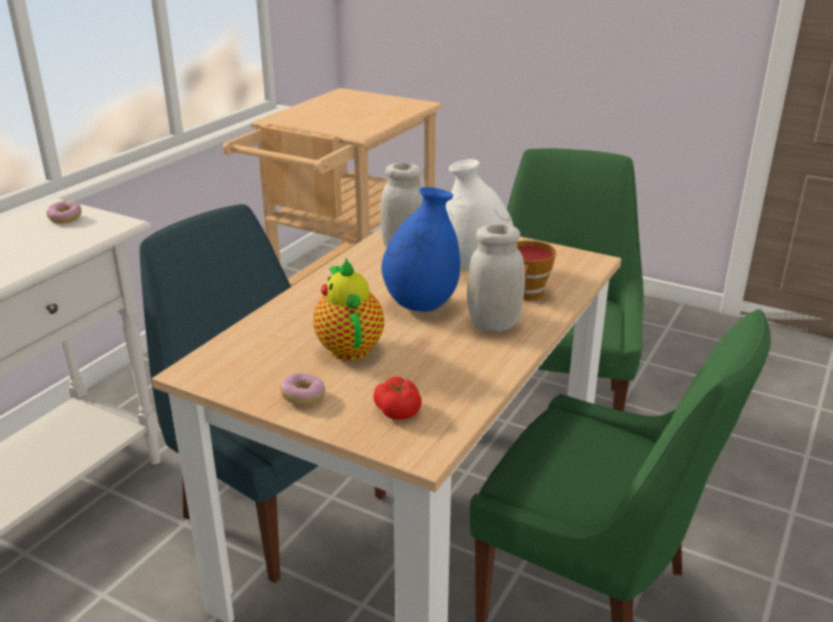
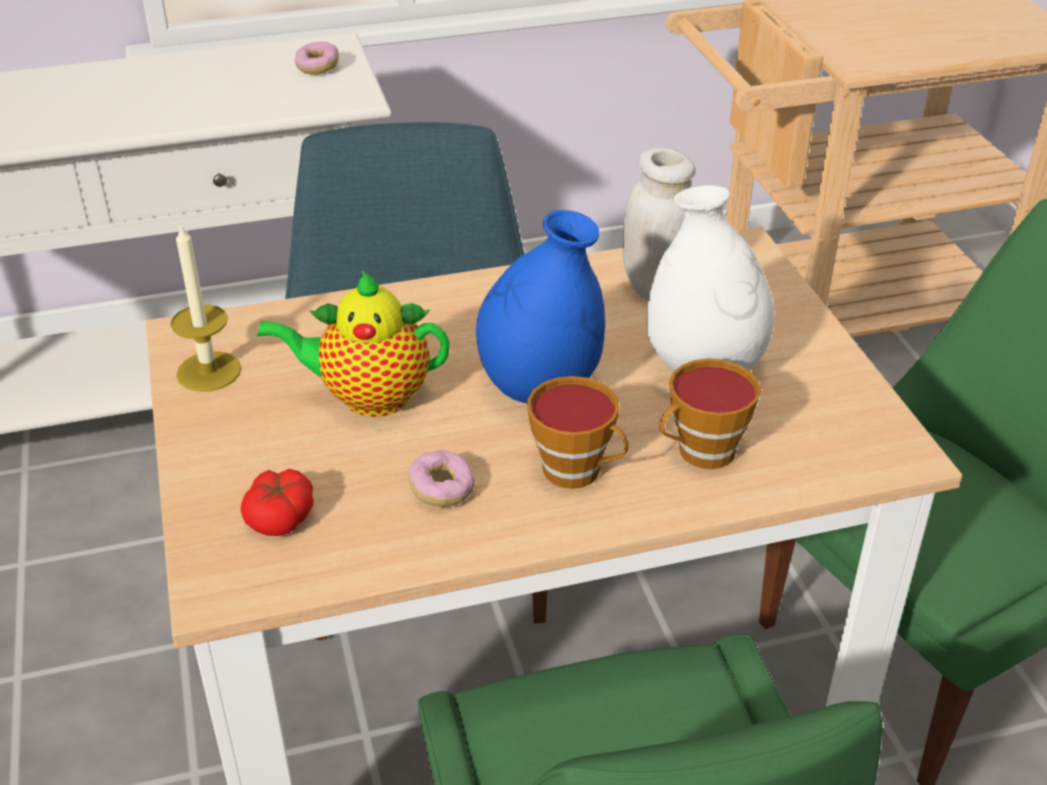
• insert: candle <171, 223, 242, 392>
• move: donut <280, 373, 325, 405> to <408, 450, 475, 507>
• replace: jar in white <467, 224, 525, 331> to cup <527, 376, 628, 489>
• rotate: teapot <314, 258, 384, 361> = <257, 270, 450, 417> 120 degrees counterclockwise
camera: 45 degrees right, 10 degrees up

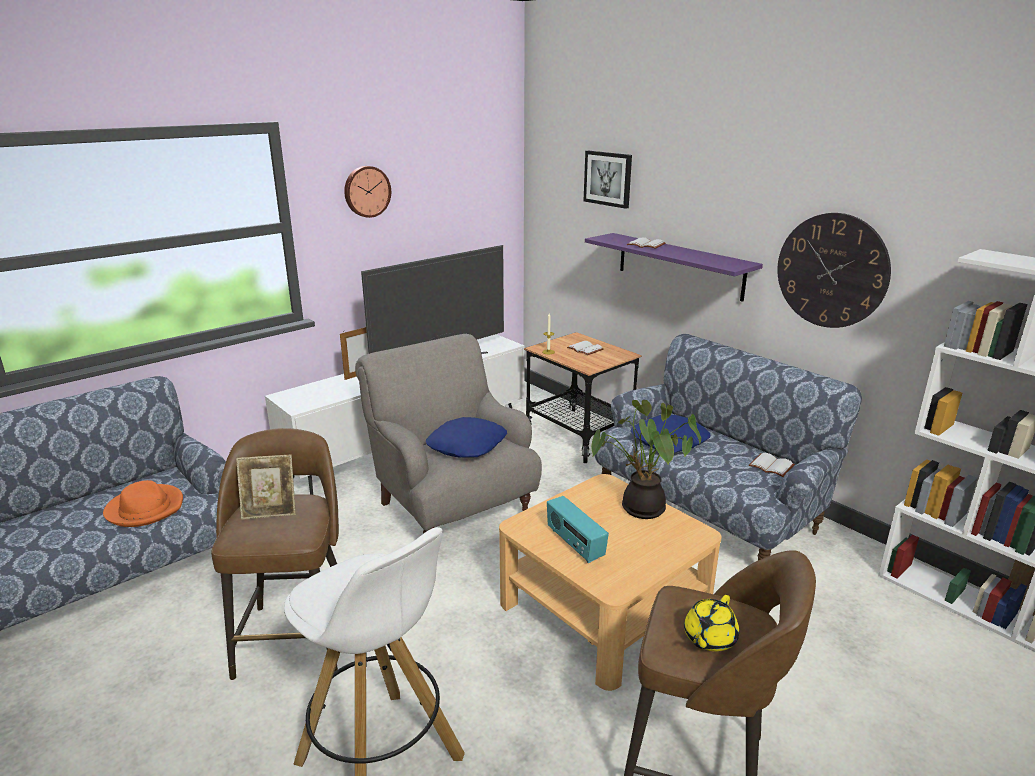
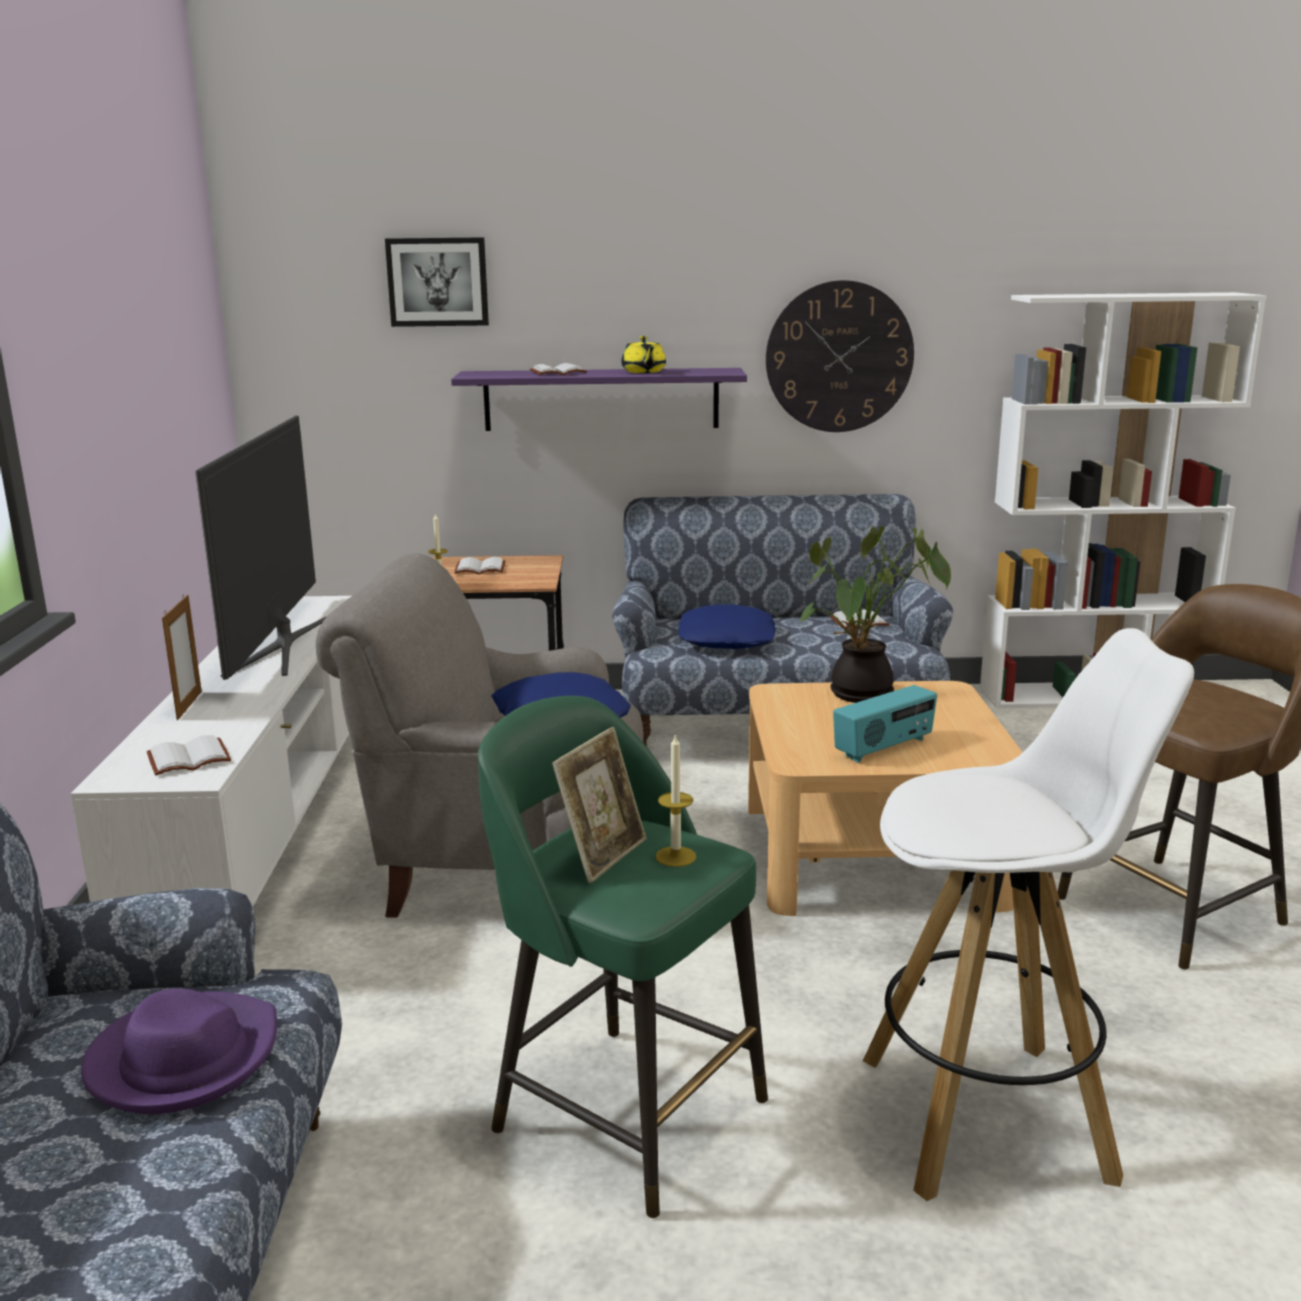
• delete: wall clock <344, 166, 391, 218>
• insert: book in white <147, 735, 231, 775>
• insert: candle <655, 734, 696, 867>
• move: teapot in yellow <684, 595, 739, 651> to <621, 336, 666, 373>
• recolor: hat in orange <103, 480, 183, 527> to hat in purple <81, 988, 277, 1114>
• recolor: stool in brown <211, 428, 339, 680> to stool in green <478, 696, 768, 1218>
• rotate: radio <547, 496, 609, 564> = <833, 685, 937, 763> 45 degrees counterclockwise
camera: 50 degrees left, 5 degrees down

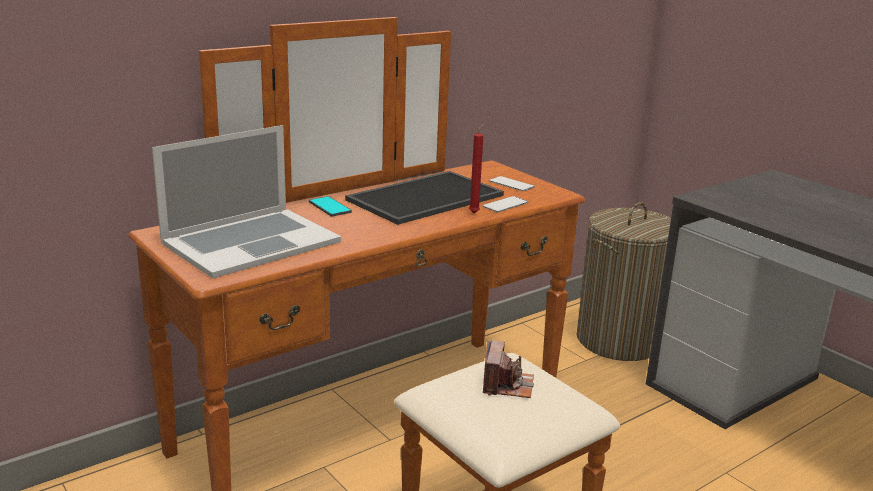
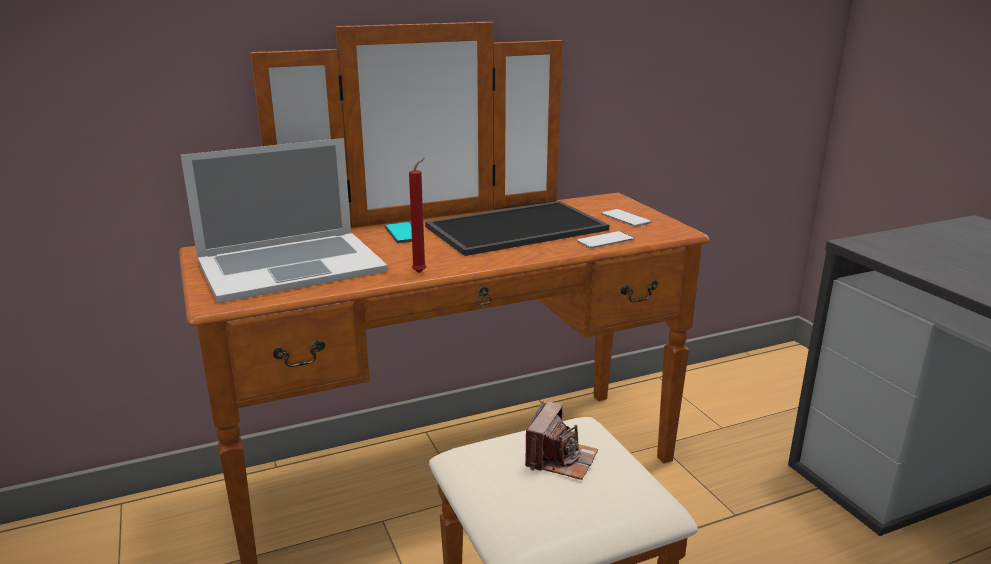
• delete: laundry basket <577, 202, 671, 361>
• move: candle in red <469, 124, 484, 213> to <409, 158, 426, 273>
camera: 15 degrees right, 0 degrees up

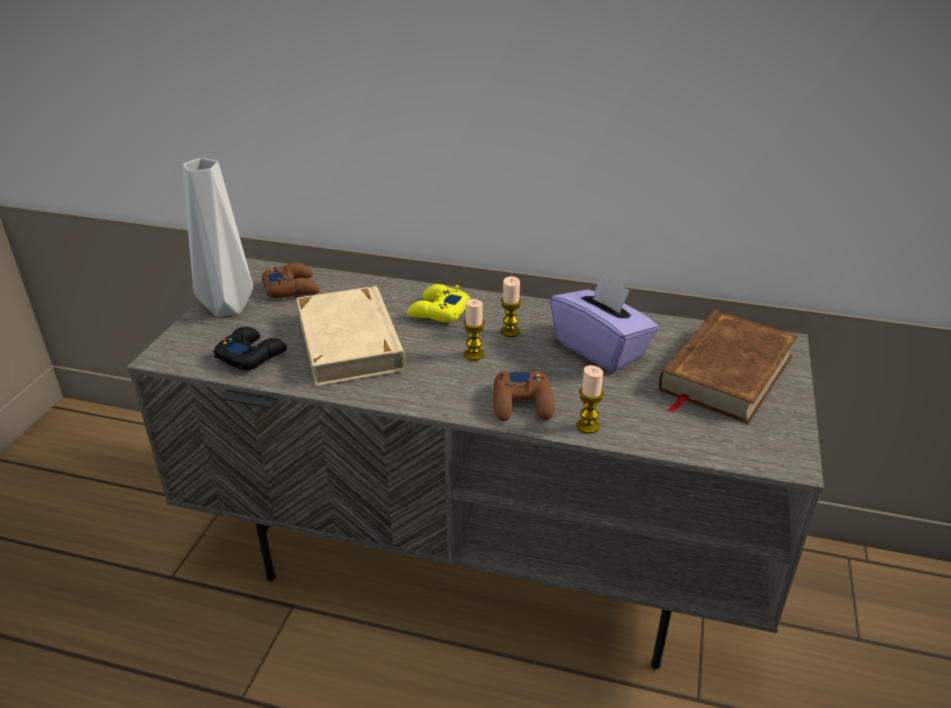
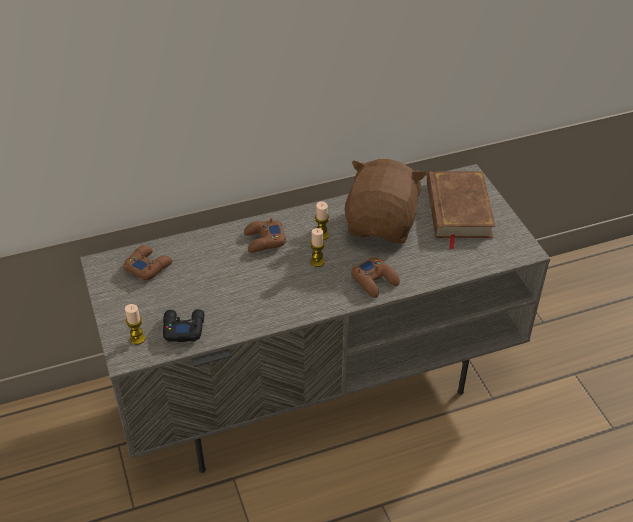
• delete: vase in grey <183, 158, 253, 317>
• delete: book in beige <297, 286, 406, 386>
• move: candle <577, 365, 604, 434> to <125, 304, 145, 345>
• replace: tissue box in purple <550, 274, 659, 372> to plush toy in brown <345, 159, 427, 243>
• recolor: game controller in yellow <407, 284, 470, 322> to game controller in brown <244, 218, 286, 253>
camera: 35 degrees left, 10 degrees up

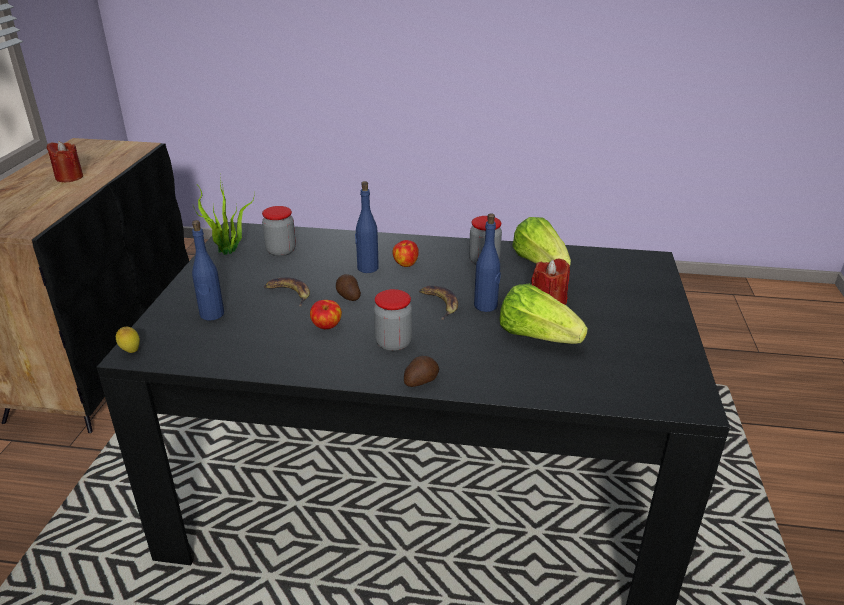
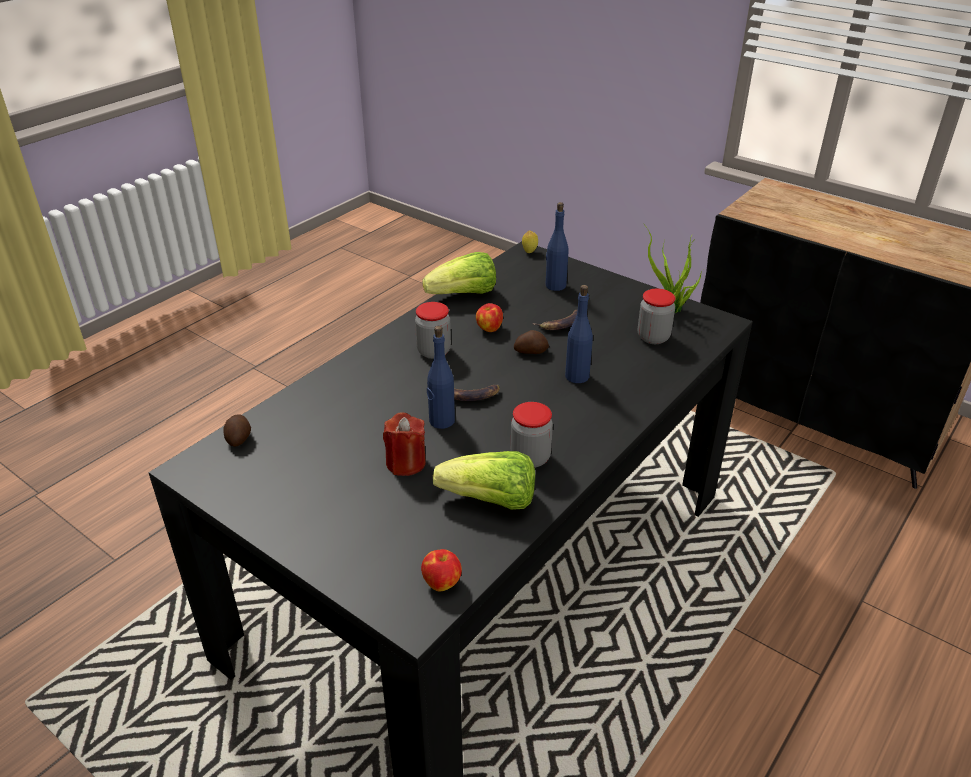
• delete: candle in red <47, 141, 83, 182>
• move: apple <393, 240, 419, 267> to <421, 549, 462, 591>
• move: potato <404, 356, 439, 387> to <223, 414, 251, 447>
• move: lettuce <499, 284, 588, 344> to <422, 252, 496, 294>
camera: 120 degrees right, 5 degrees up

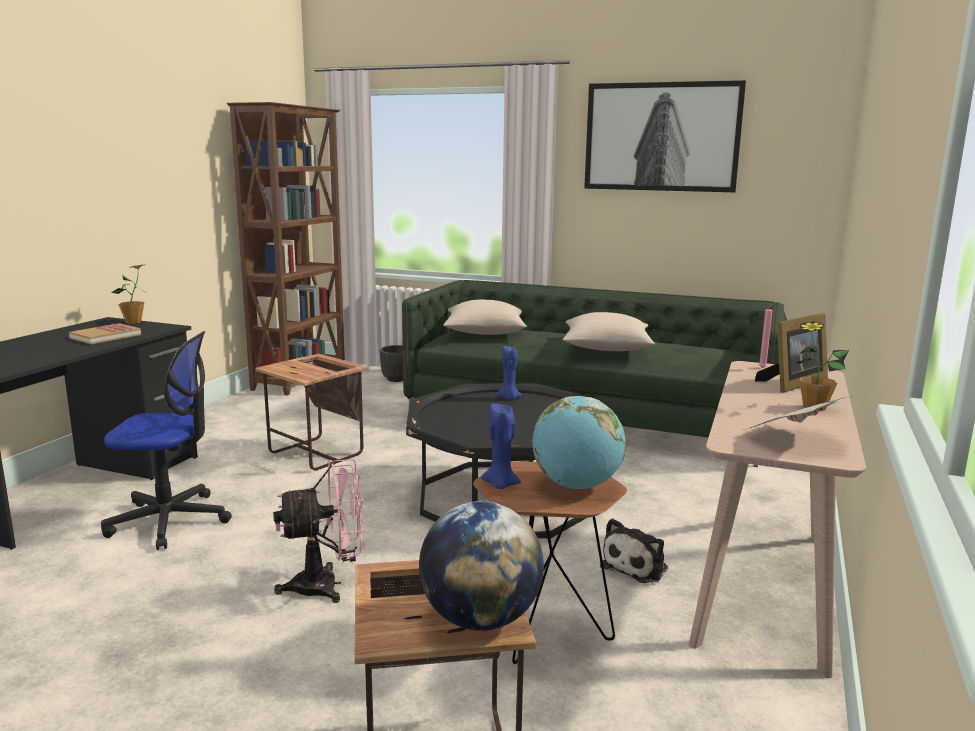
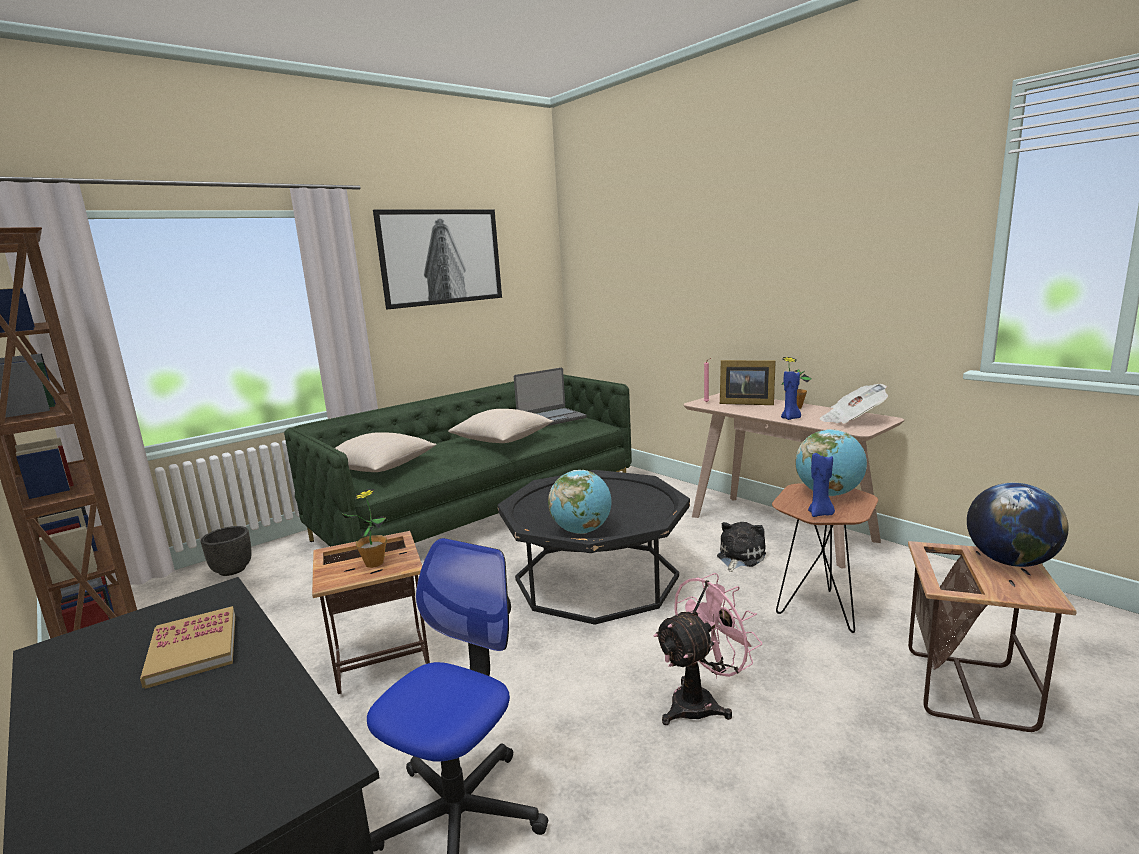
• insert: laptop <514, 368, 587, 427>
• insert: globe <548, 470, 611, 534>
• move: potted plant <111, 265, 144, 324> to <341, 489, 387, 568>
• move: candle in blue <496, 346, 522, 400> to <781, 371, 801, 420>
• rotate: fan in pink <273, 459, 365, 603> = <653, 573, 762, 725> 45 degrees clockwise
• rotate: plush toy <600, 518, 668, 583> = <717, 522, 766, 572> 120 degrees counterclockwise
• rotate: picture frame <755, 313, 828, 393> = <720, 360, 776, 405> 120 degrees clockwise
camera: 60 degrees left, 0 degrees up

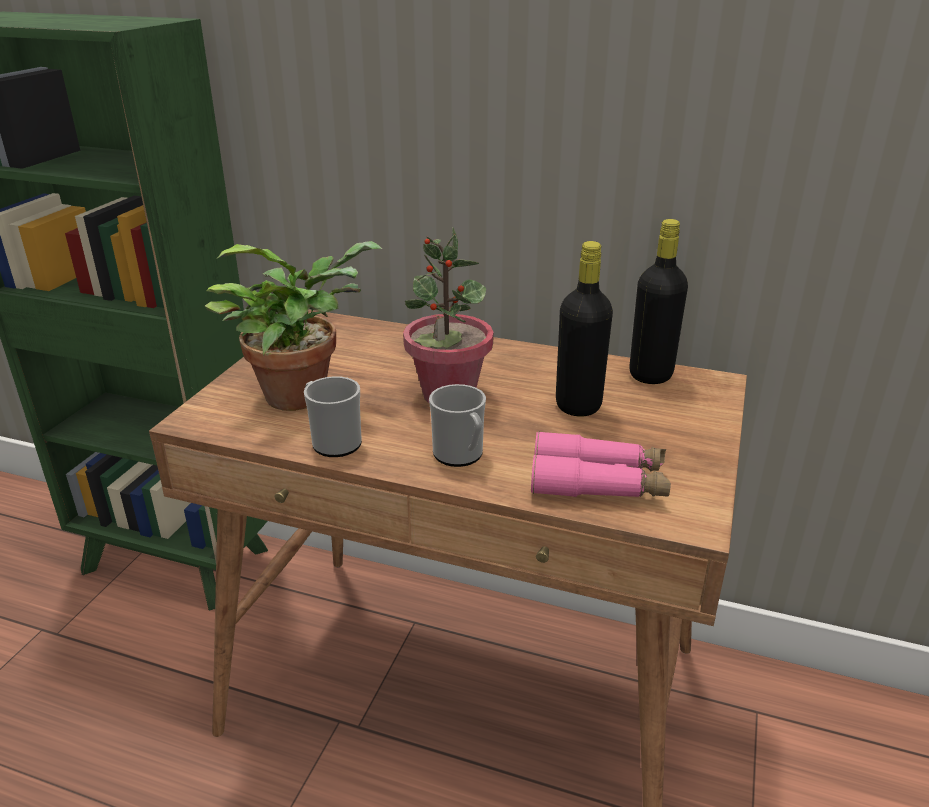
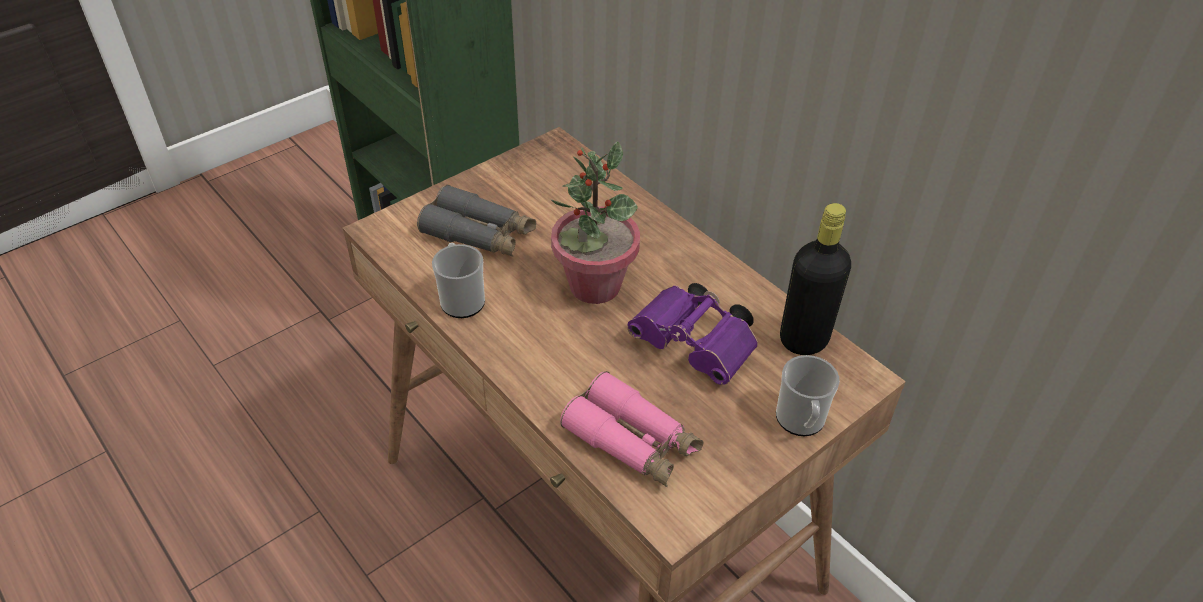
• move: mug <429, 384, 486, 467> to <776, 355, 840, 436>
• replace: potted plant <205, 241, 382, 411> to binoculars in grey <417, 185, 536, 257>
• replace: bottle in black <556, 241, 613, 416> to binoculars in purple <628, 283, 758, 385>
camera: 30 degrees right, 15 degrees up

